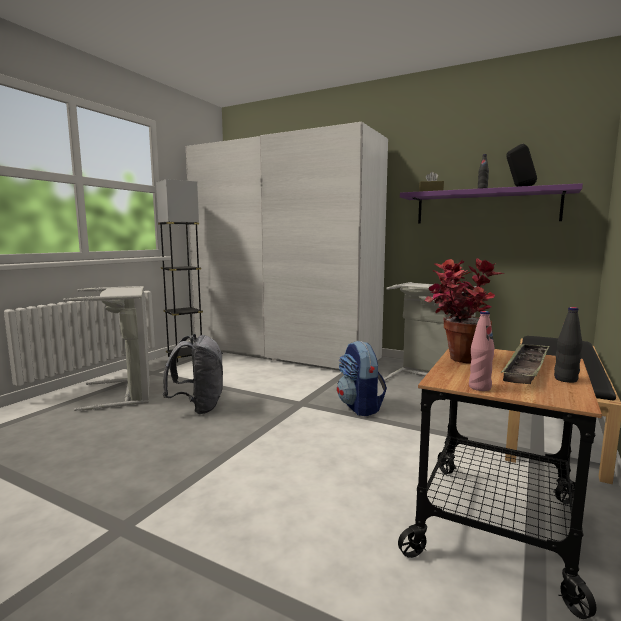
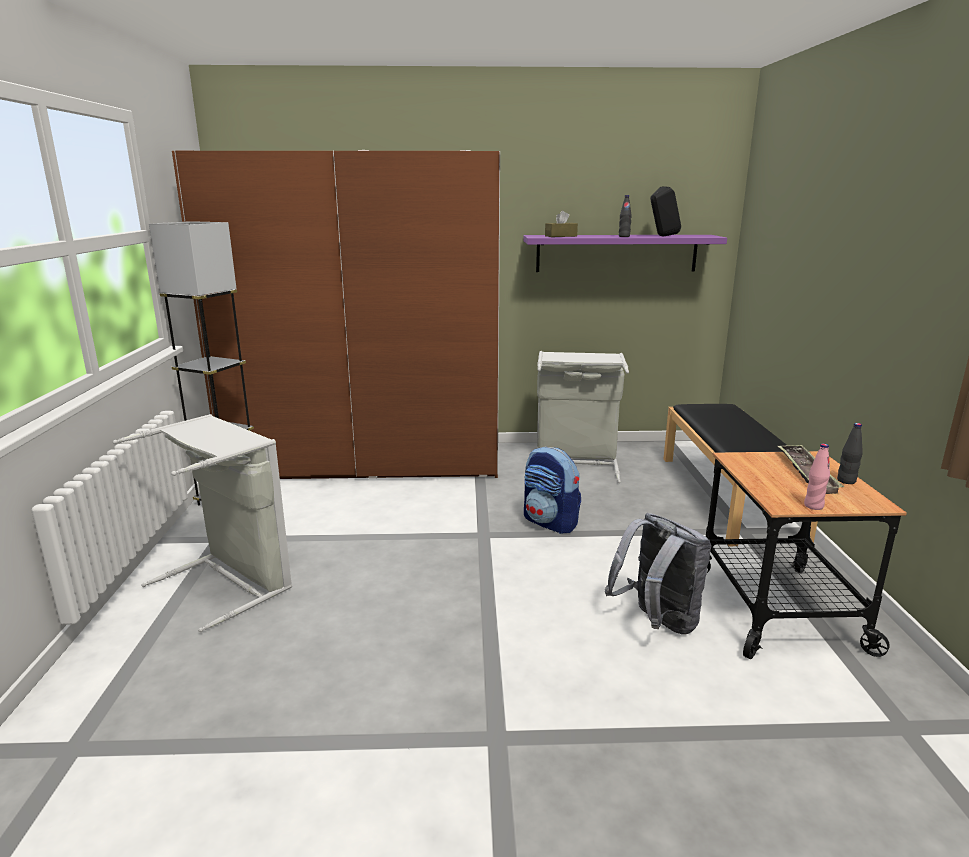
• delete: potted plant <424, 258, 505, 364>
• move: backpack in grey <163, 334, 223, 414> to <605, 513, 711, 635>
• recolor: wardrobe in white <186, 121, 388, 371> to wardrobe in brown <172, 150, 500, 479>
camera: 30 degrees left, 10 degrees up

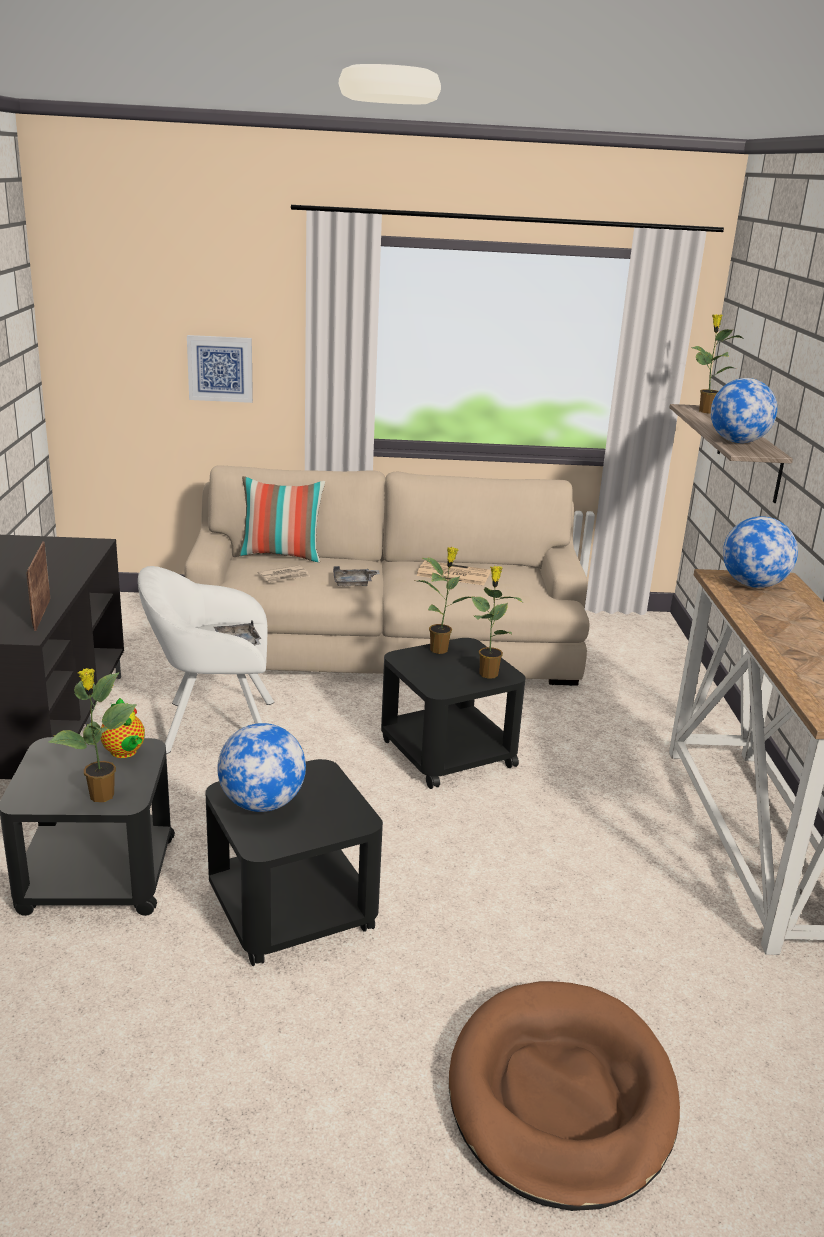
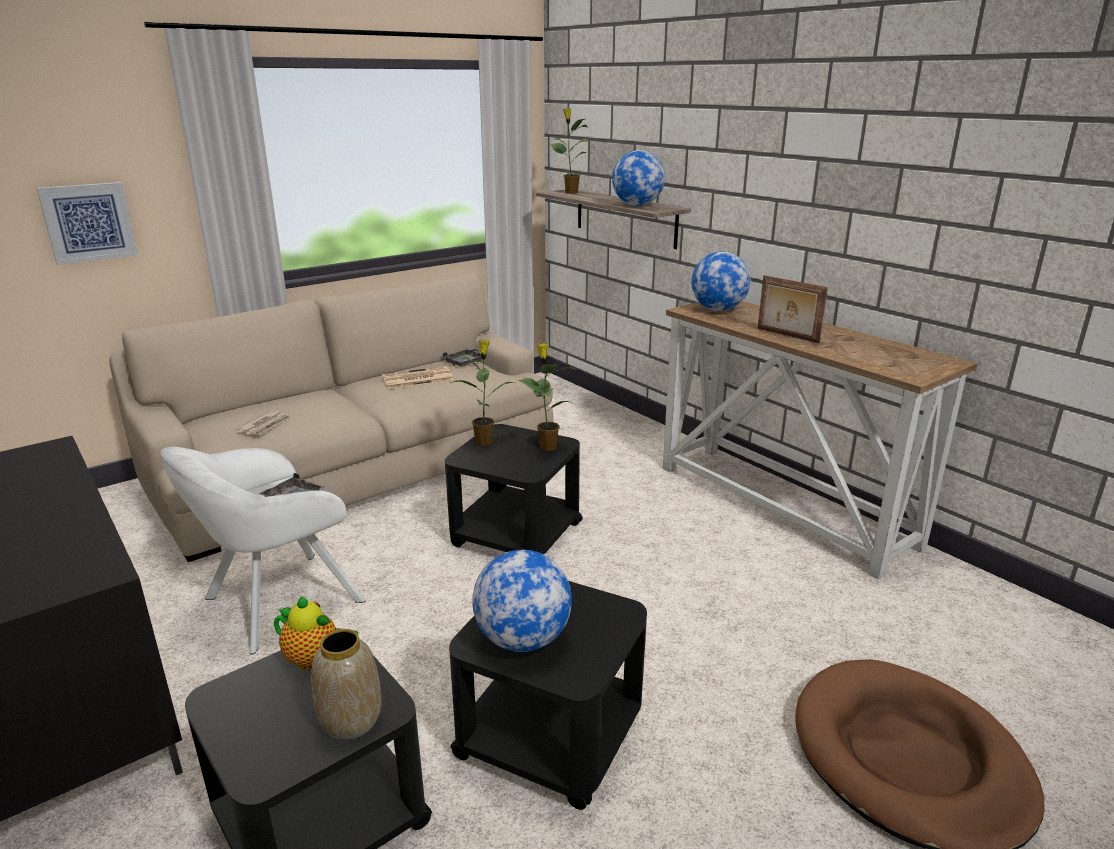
• delete: pillow <239, 476, 325, 562>
• move: picture frame <26, 541, 50, 631> to <758, 275, 828, 343>
• move: tray in grey <333, 566, 380, 586> to <443, 348, 482, 366>
• replace: potted plant <48, 668, 137, 802> to vase <311, 629, 382, 740>
camera: 35 degrees left, 0 degrees up

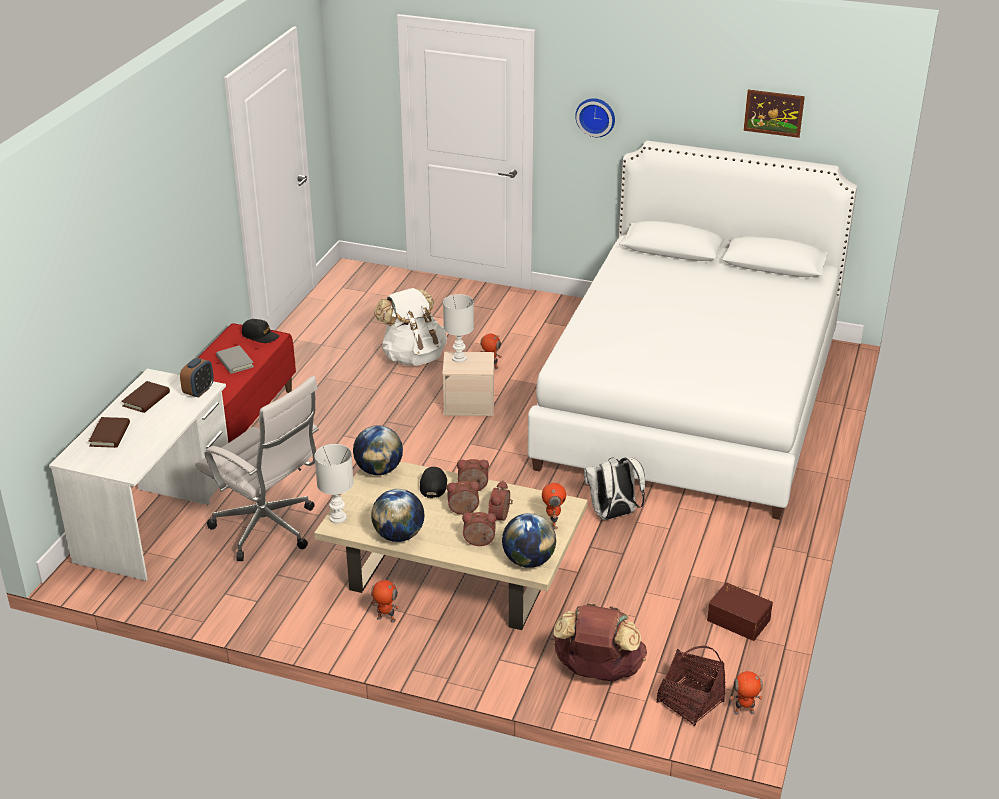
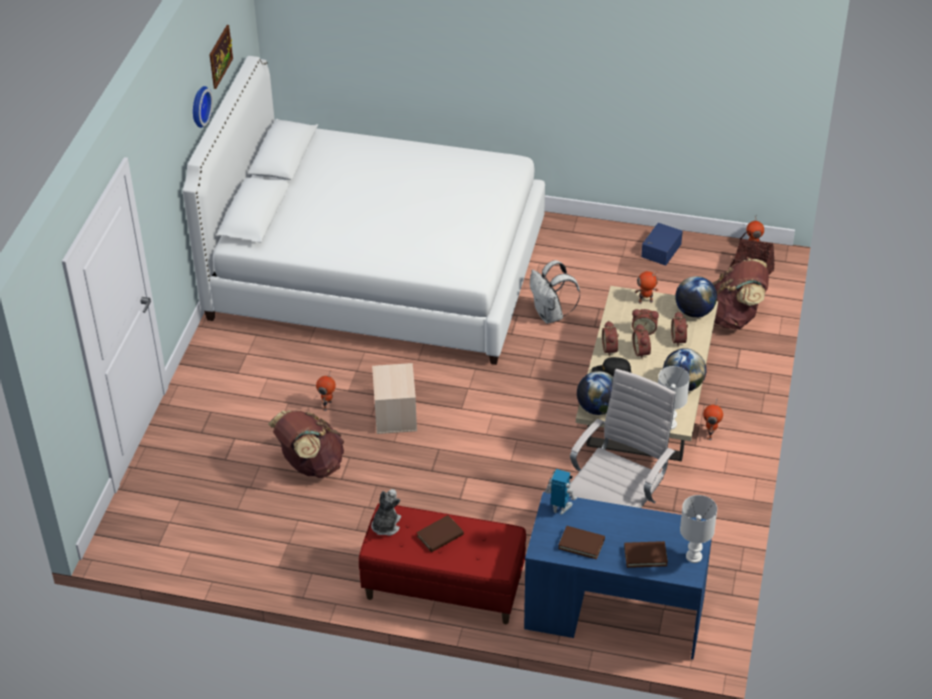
• move: table lamp in white <443, 294, 474, 363> to <680, 495, 717, 563>
• move: wall clock <575, 98, 615, 137> to <193, 86, 213, 128>
• replace: alarm clock <180, 358, 214, 398> to toy robot <545, 469, 577, 515>
• replace: cap in black <242, 319, 279, 343> to plush toy <371, 489, 401, 536>
• recolor: desk in white <49, 369, 228, 581> to desk in blue <524, 492, 712, 659>
• recolor: book in grey <216, 345, 254, 374> to book in brown <416, 515, 464, 552>
• recolor: backpack in white <374, 288, 447, 366> to backpack in brown <268, 410, 345, 478>
• recolor: storage box in brown <707, 582, 773, 641> to storage box in blue <641, 223, 683, 265>
camera: 95 degrees left, 10 degrees up

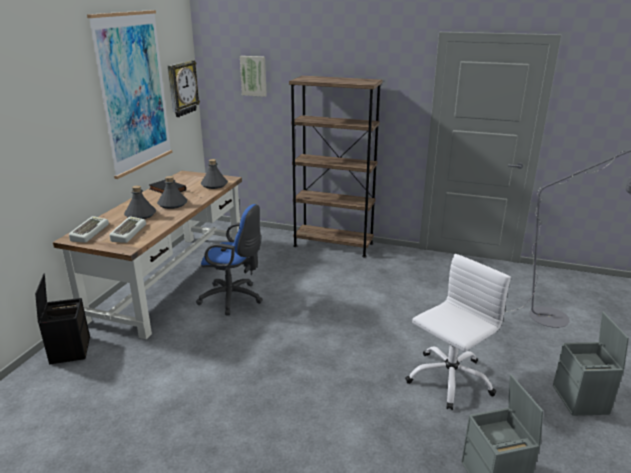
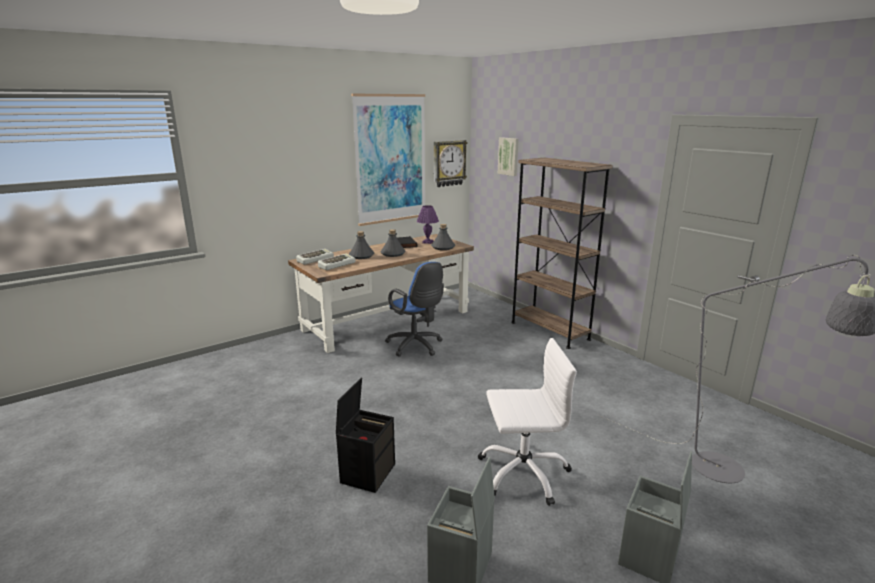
• insert: table lamp in purple <417, 205, 439, 244>
• move: storage box in black <35, 273, 90, 365> to <336, 378, 395, 493>
camera: 35 degrees right, 5 degrees down

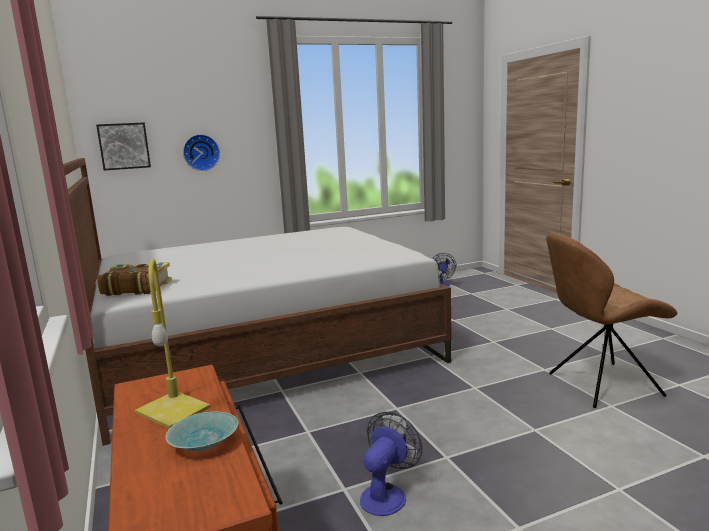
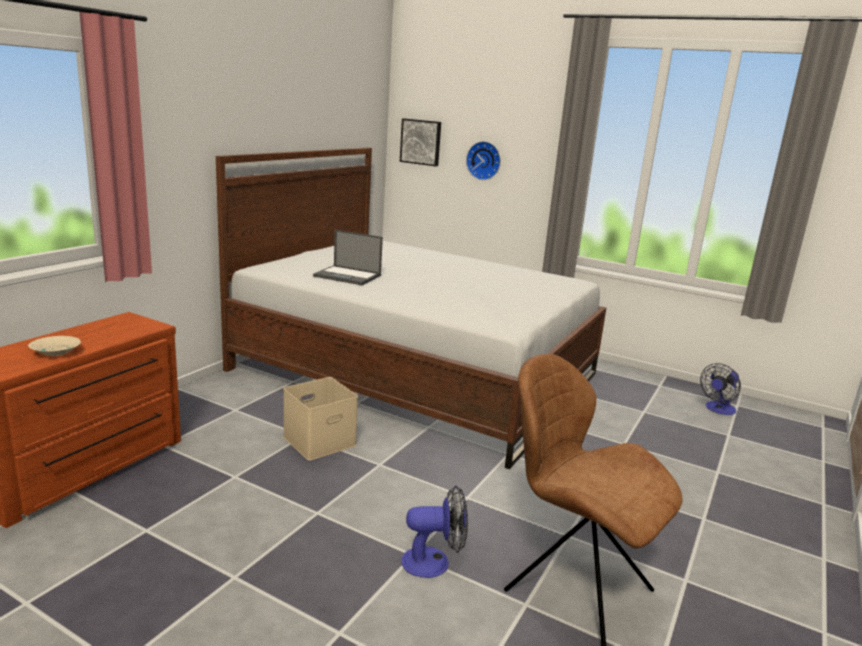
• delete: book <97, 262, 172, 296>
• delete: table lamp in yellow <135, 259, 211, 429>
• insert: storage box in beige <283, 377, 358, 461>
• insert: laptop <313, 230, 383, 285>
• move: fan <360, 412, 422, 516> to <401, 486, 468, 578>
• recolor: bowl in turquoise <166, 411, 238, 451> to bowl in beige <28, 336, 81, 356>
camera: 50 degrees right, 5 degrees up

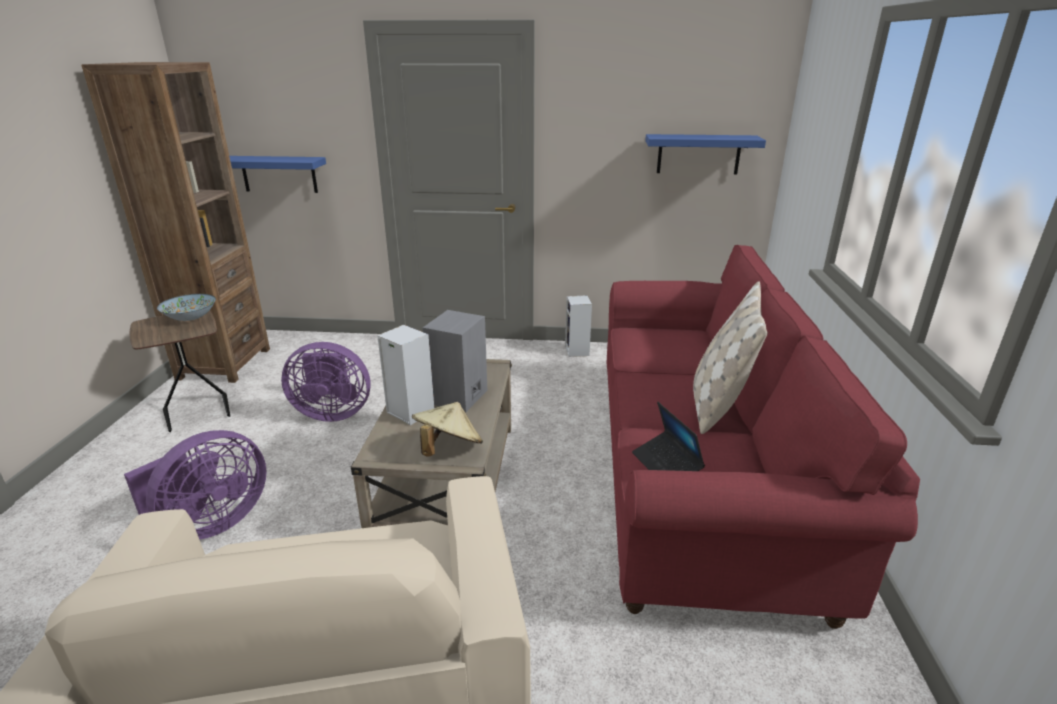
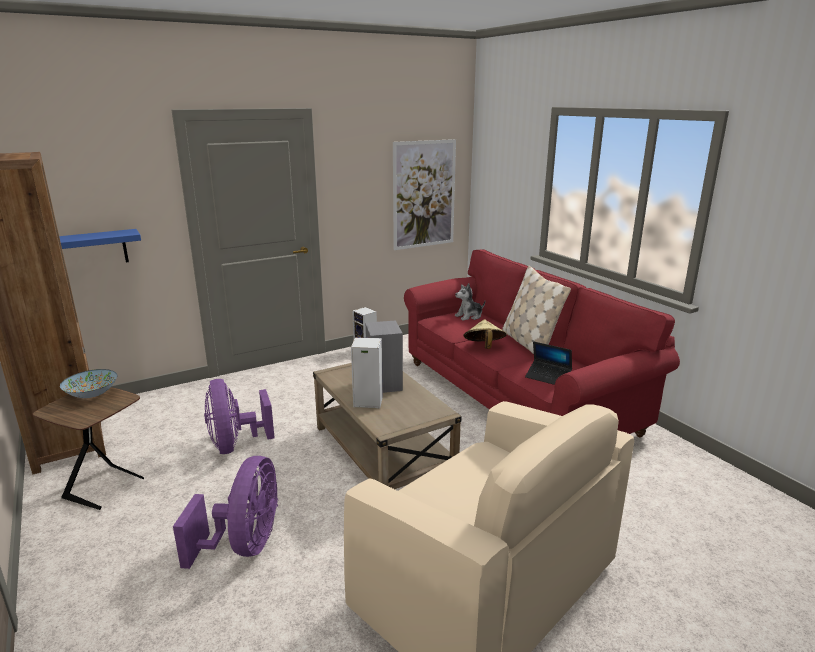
• insert: plush toy <455, 283, 485, 321>
• move: hat in beige <412, 402, 483, 456> to <463, 319, 507, 349>
• replace: shelf in blue <645, 134, 766, 174> to picture <393, 139, 456, 250>
• rotate: fan in purple <281, 342, 371, 422> = <204, 379, 275, 454> 105 degrees clockwise
camera: 35 degrees left, 5 degrees down

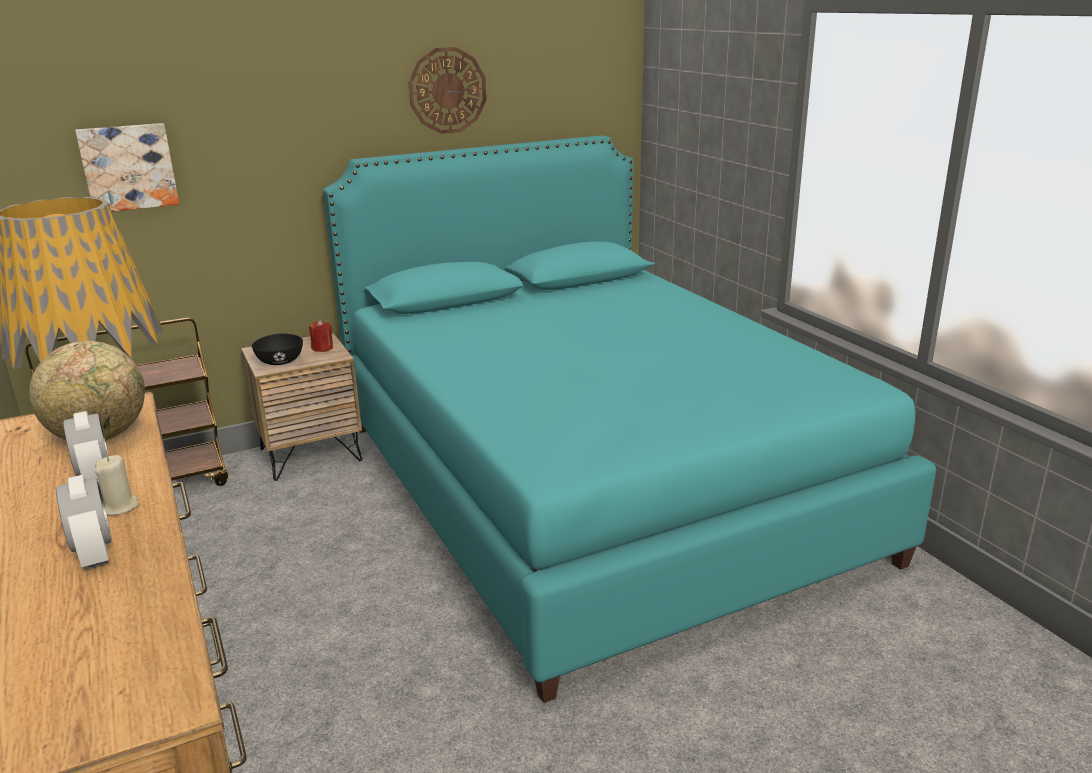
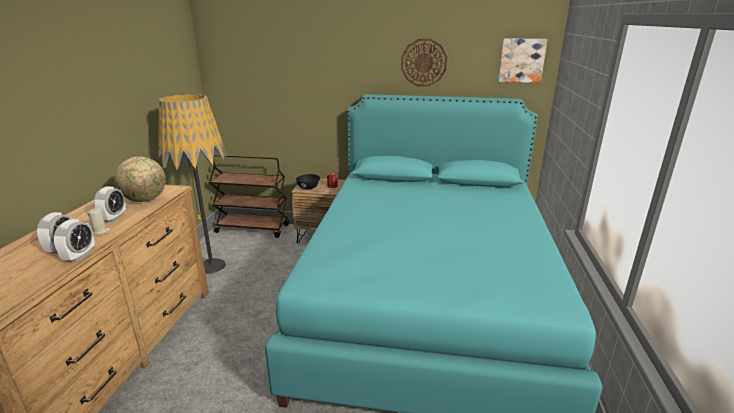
• insert: alarm clock <54, 219, 95, 262>
• move: picture <75, 123, 179, 212> to <498, 39, 548, 83>
camera: 35 degrees right, 0 degrees up

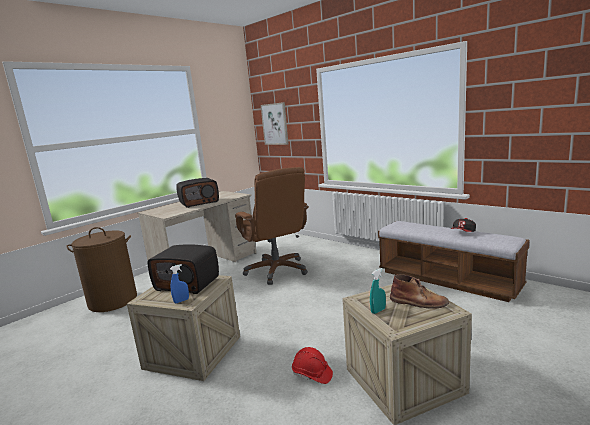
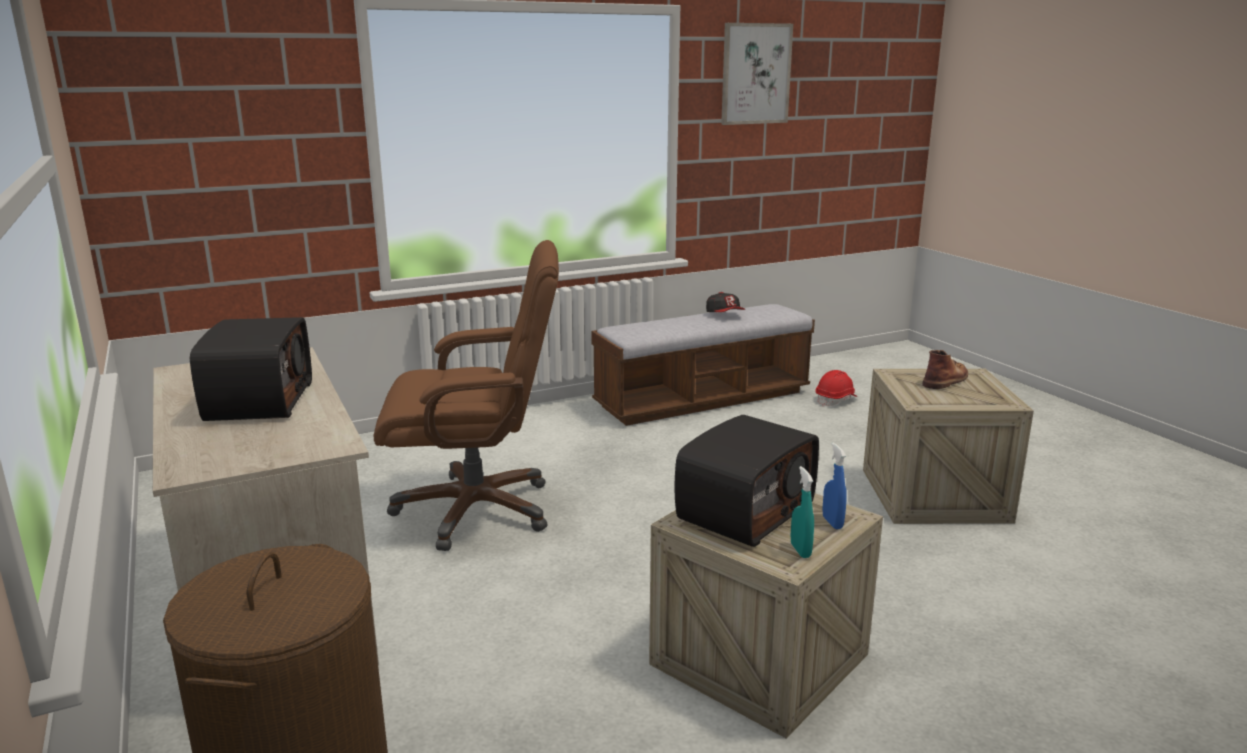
• move: picture <261, 102, 288, 145> to <721, 23, 793, 125>
• move: hard hat in red <292, 347, 333, 384> to <815, 370, 857, 407>
• move: spray bottle in turquoise <370, 268, 386, 314> to <791, 466, 814, 558>
camera: 70 degrees left, 5 degrees up

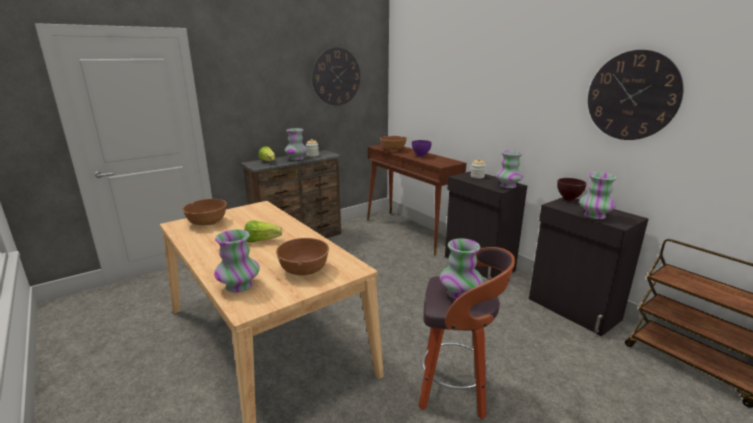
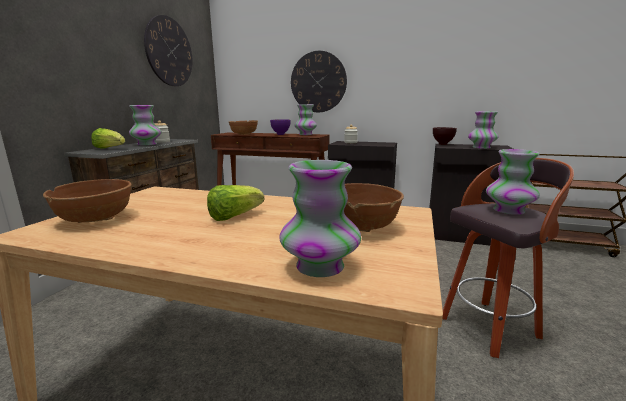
• move: vase <495, 150, 523, 188> to <294, 104, 317, 135>
• move: wall clock <588, 50, 684, 140> to <291, 51, 347, 112>
camera: 35 degrees left, 5 degrees down

